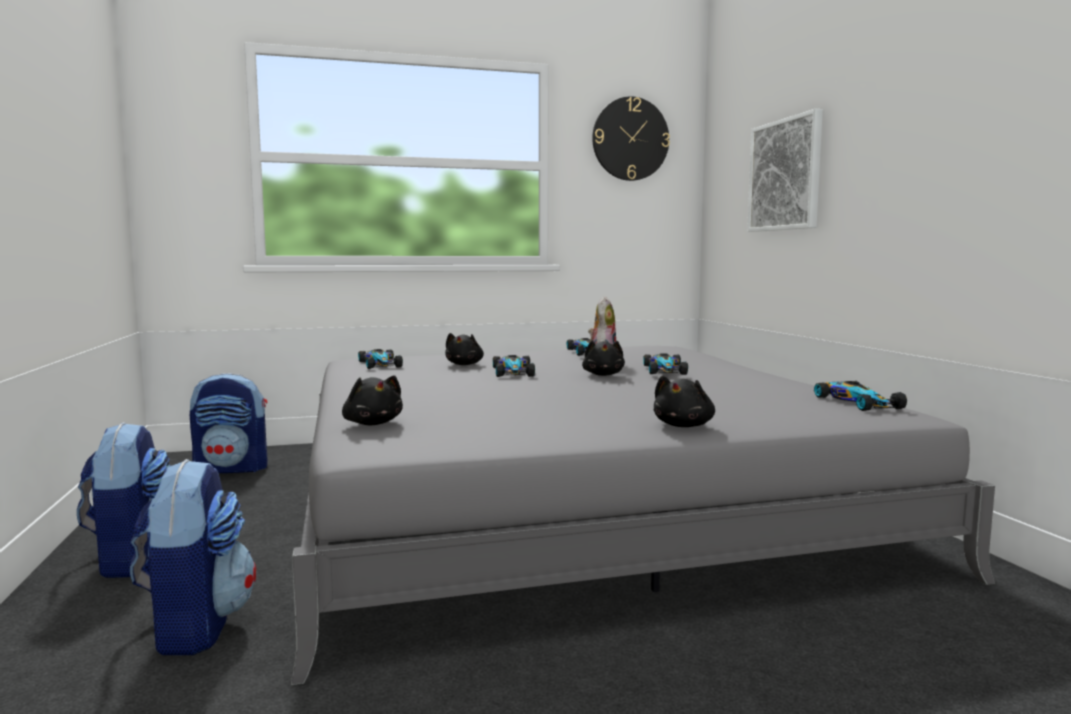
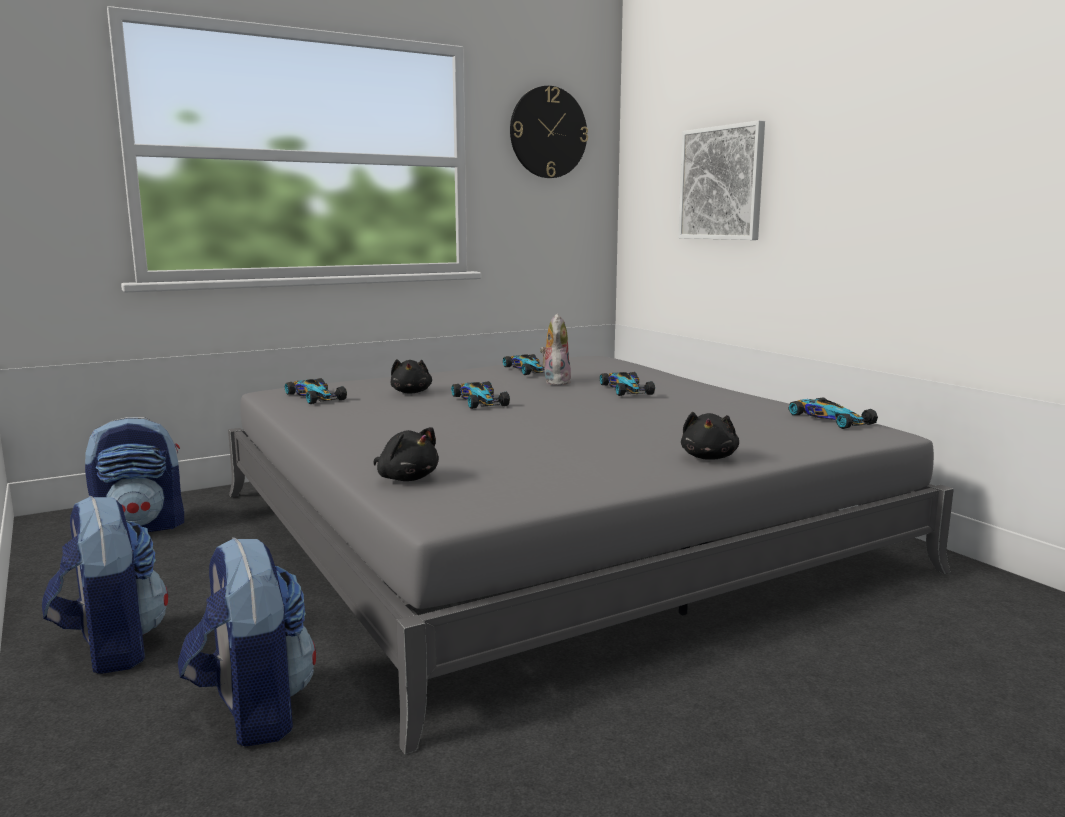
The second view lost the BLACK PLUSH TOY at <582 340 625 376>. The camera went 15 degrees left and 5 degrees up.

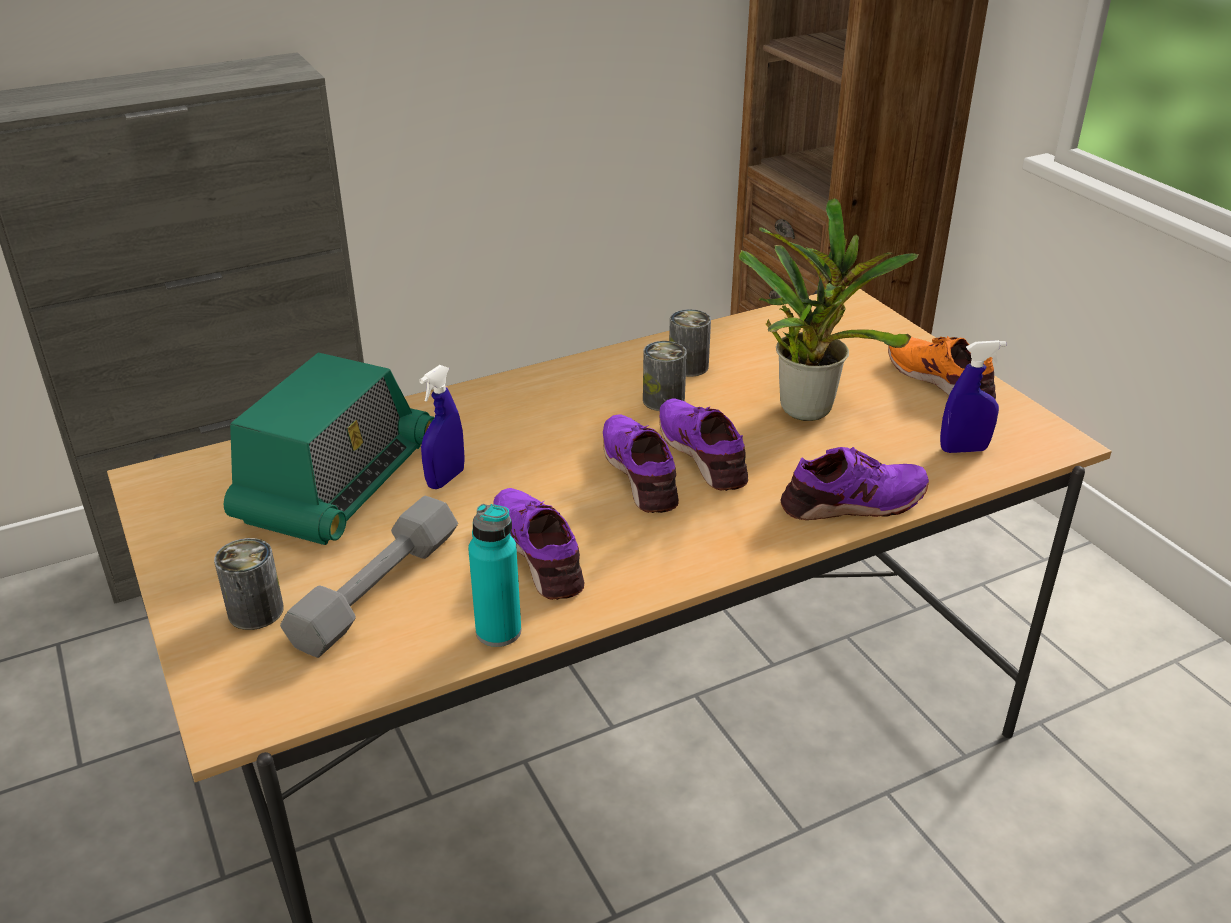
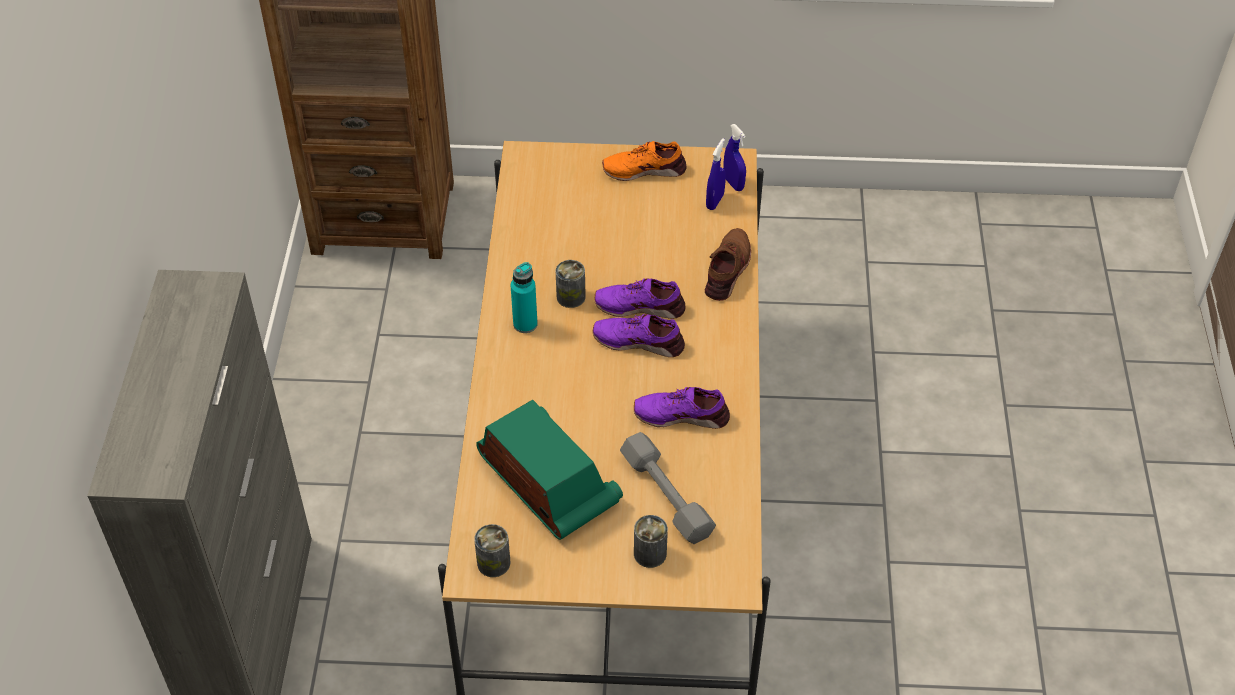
The second view lost the POTTED PLANT at <739 198 919 421>. The CAN ended up elsewhere, having gone from <669 309 711 377> to <474 524 510 577>. The BLUE SPRAY BOTTLE ended up elsewhere, having gone from <419 365 465 489> to <723 124 746 191>. What was the PURPLE SHOE at <780 447 929 520> turned into the BROWN SHOE at <705 228 751 301>. The TURQUOISE BOTTLE ended up elsewhere, having gone from <468 504 521 647> to <510 262 538 333>. The camera went 60 degrees left and 15 degrees up.

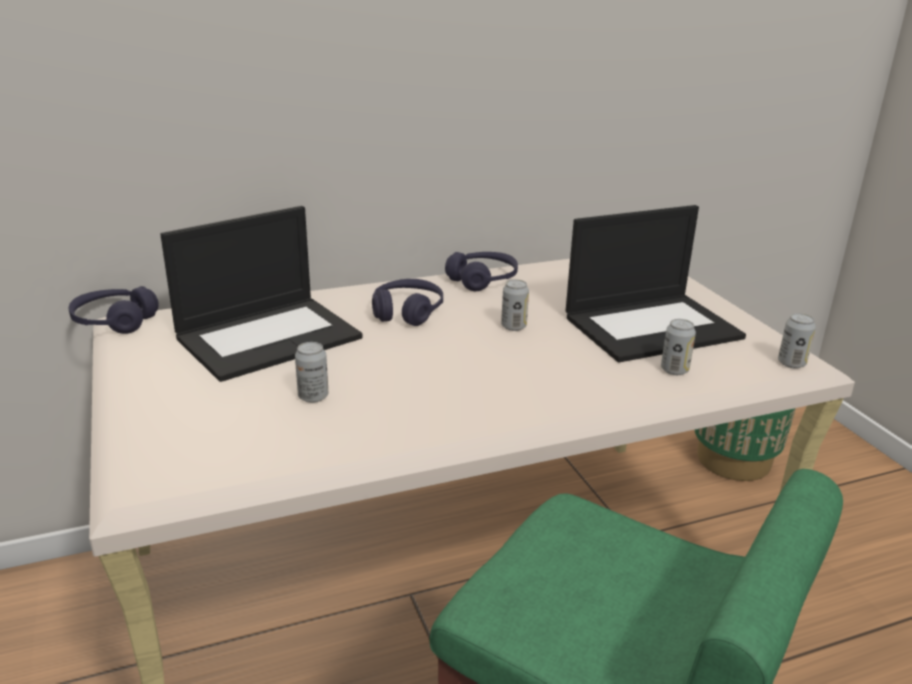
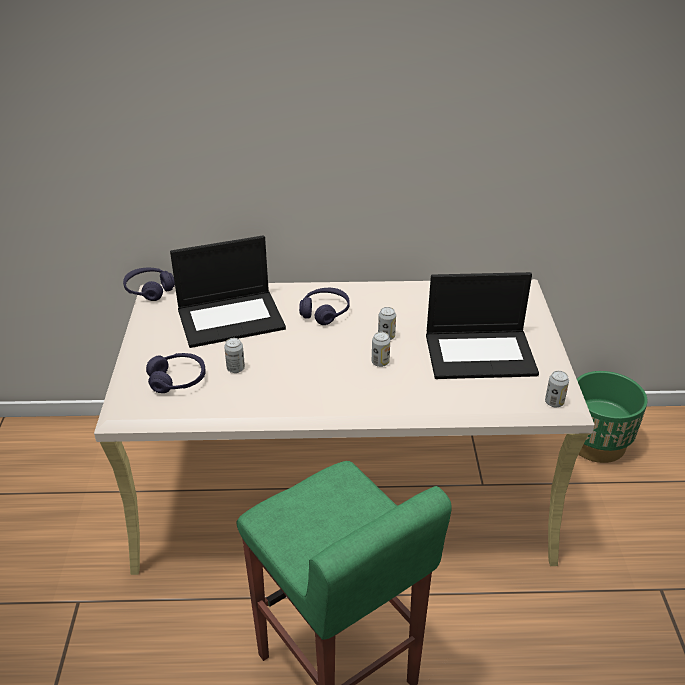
The PURPLE HEADPHONES ended up elsewhere, having gone from <445 252 518 291> to <146 353 206 393>. The CAN ended up elsewhere, having gone from <661 319 696 375> to <372 332 390 367>. The camera went 20 degrees right and 10 degrees up.

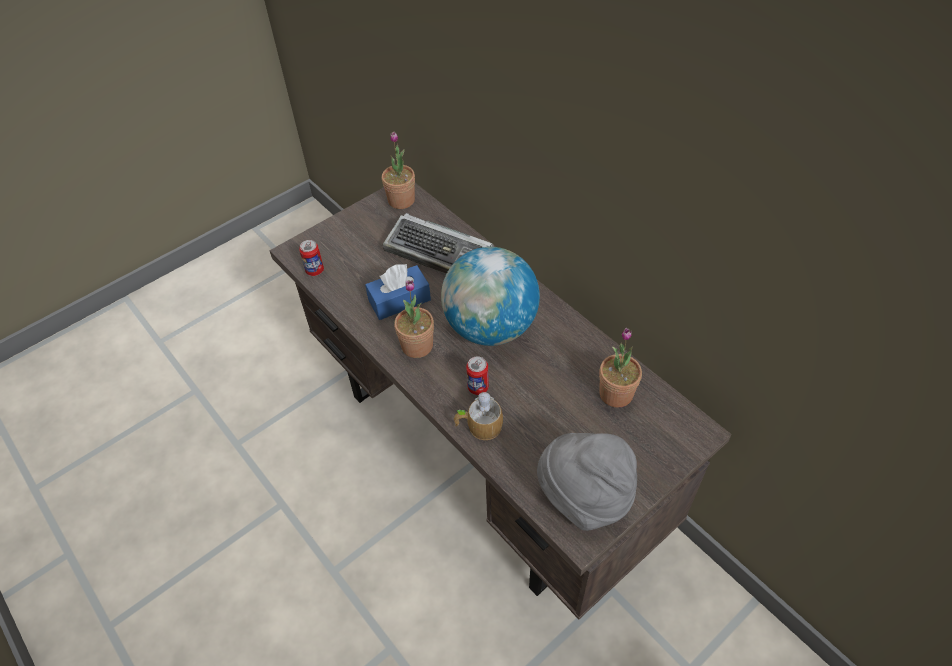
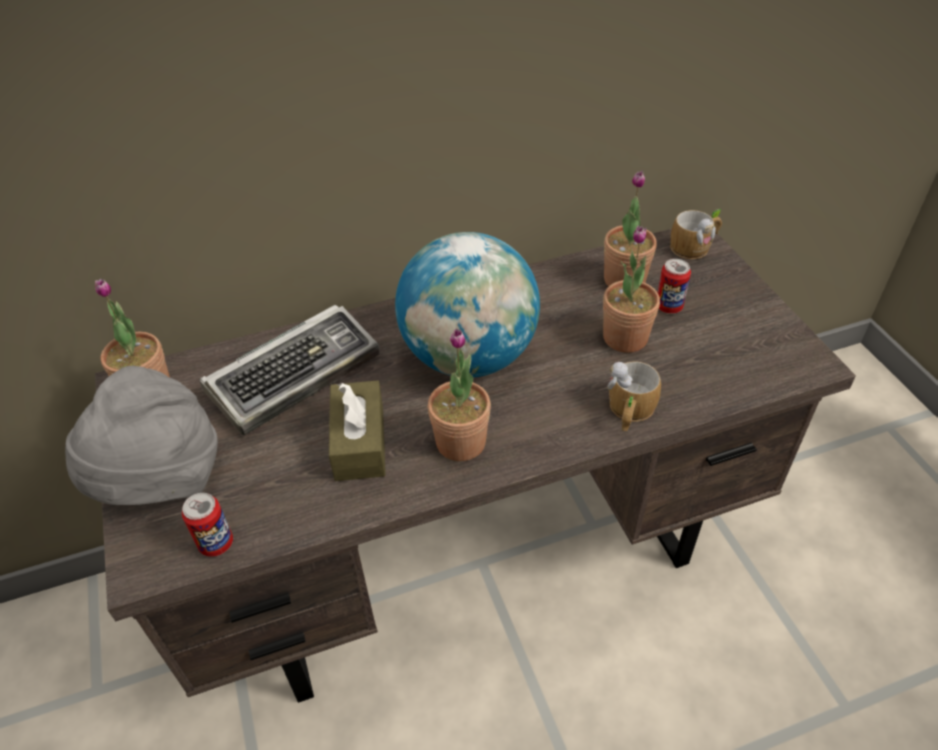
What was the BLUE TISSUE BOX at <365 264 431 320> turned into the BROWN TISSUE BOX at <329 380 386 481>. The CAN ended up elsewhere, having gone from <466 356 489 395> to <657 259 691 314>. The GREY HAT ended up elsewhere, having gone from <537 433 637 531> to <65 366 218 505>. The second view gained the MUG at <670 209 722 259>. The second view gained the POTTED PLANT at <603 225 660 353>. The camera went 70 degrees left and 5 degrees down.

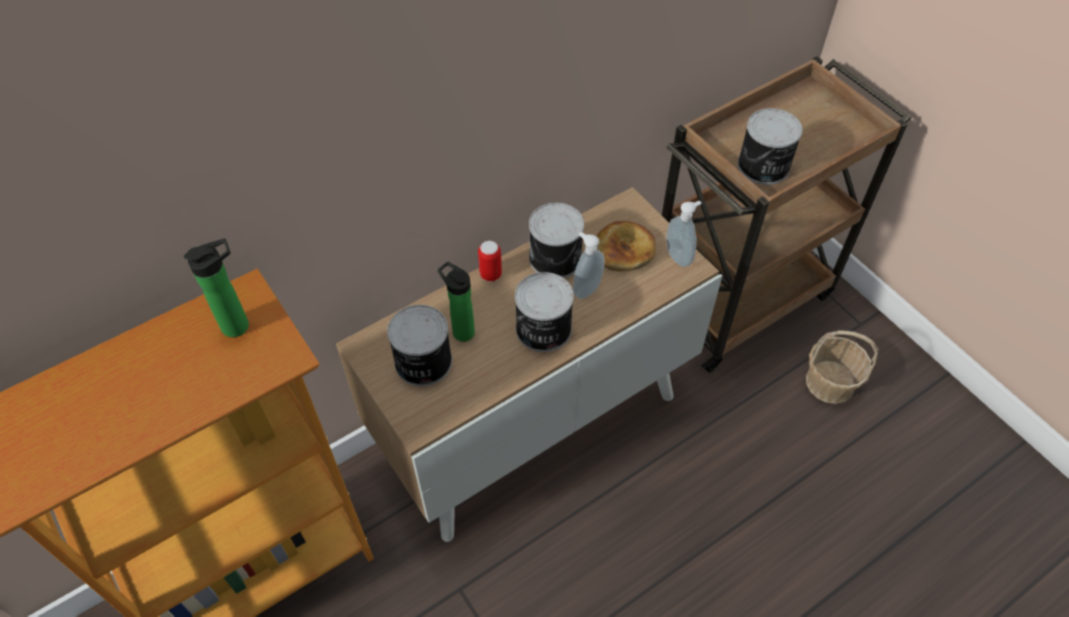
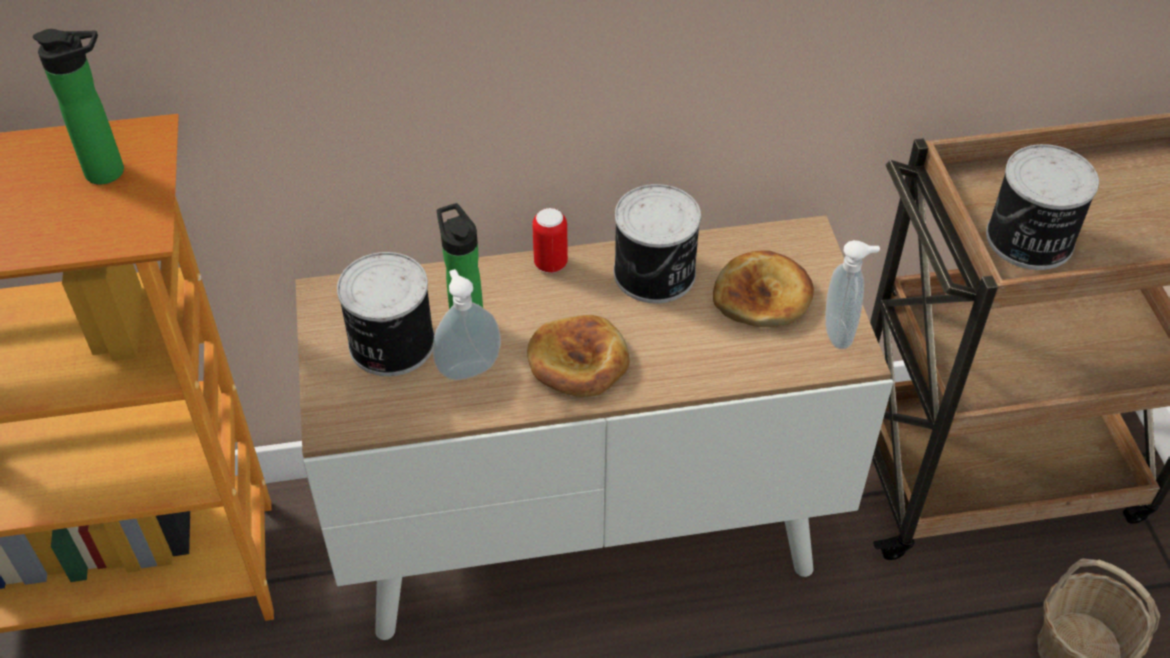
The SOAP DISPENSER ended up elsewhere, having gone from <573 232 605 299> to <433 269 501 380>. Where the CAN stood at <515 272 574 352>, the BREAD came to stand at <527 315 630 397>. The camera went 25 degrees right and 5 degrees down.

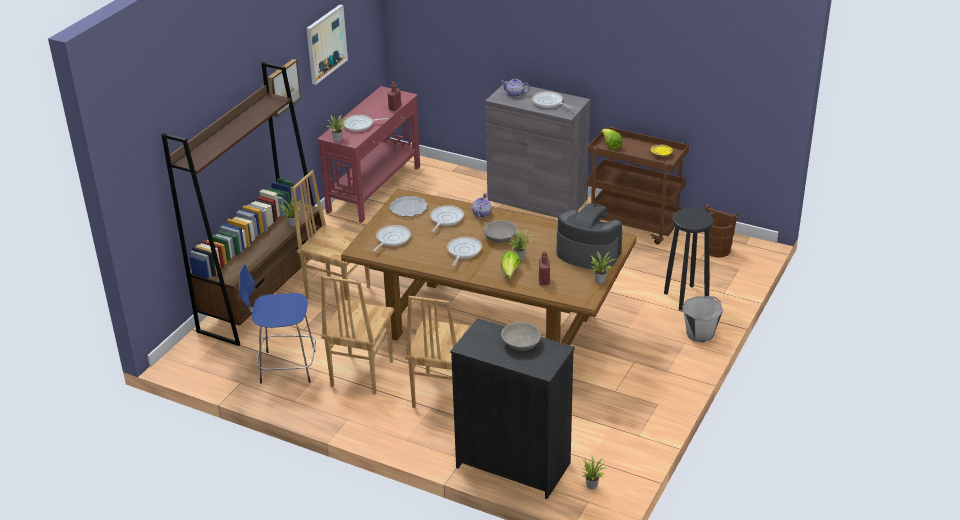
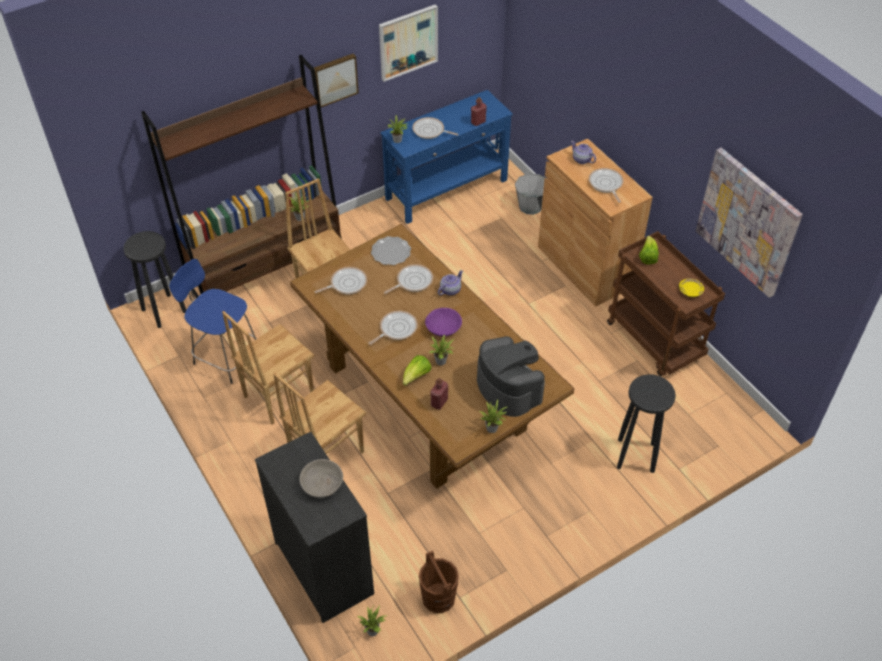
What was the GREY CABINET at <485 81 591 218> turned into the BROWN CABINET at <538 139 653 307>. What was the RED CONSOLE TABLE at <317 86 420 223> turned into the BLUE CONSOLE TABLE at <380 90 513 224>. The BROWN BUCKET ended up elsewhere, having gone from <705 204 738 258> to <419 551 459 613>. What was the GREY BOWL at <484 220 518 243> turned into the PURPLE BOWL at <425 308 462 337>. The GREY BUCKET ended up elsewhere, having gone from <682 296 723 343> to <515 173 547 215>. The second view gained the PICTURE at <696 148 803 298>. The second view gained the BLACK STOOL at <124 231 186 328>. The camera went 30 degrees right and 15 degrees up.

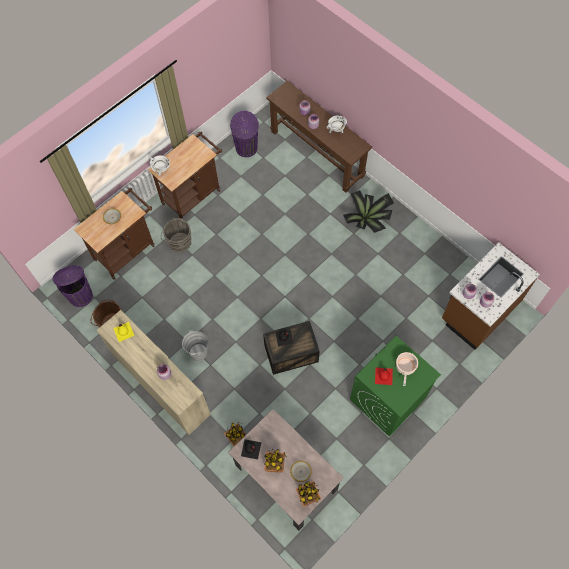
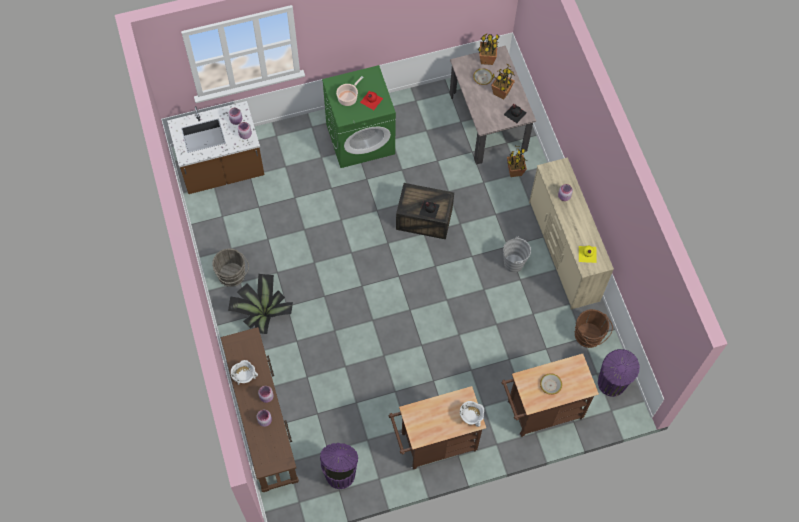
The GREY BUCKET ended up elsewhere, having gone from <161 218 192 252> to <212 248 249 287>. The camera went 155 degrees left and 0 degrees up.

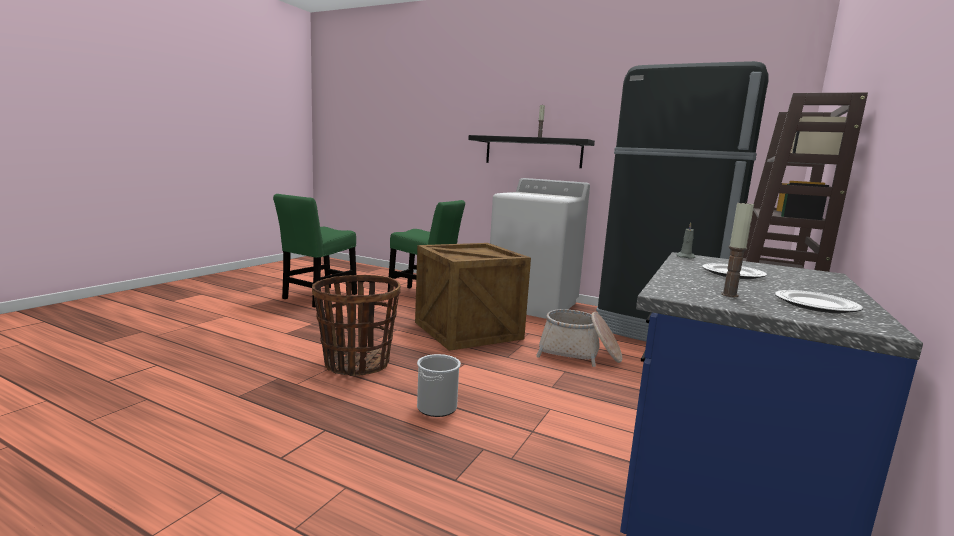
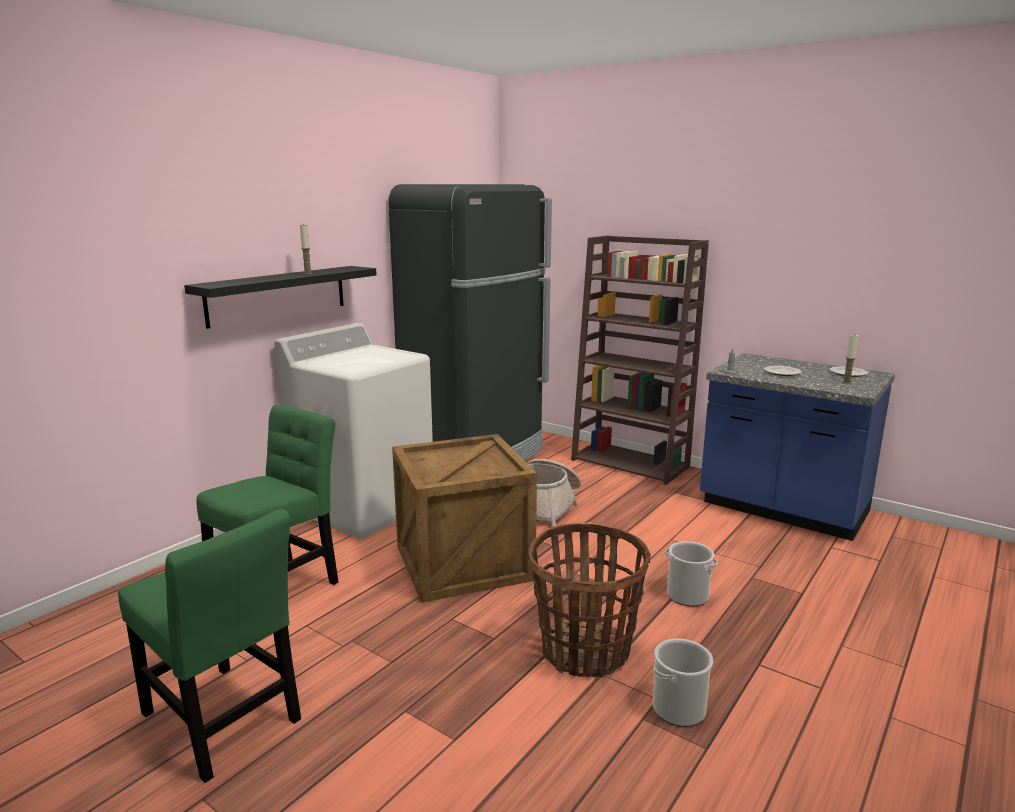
The second view gained the BUCKET at <653 639 713 727>. The camera went 80 degrees left and 5 degrees up.

